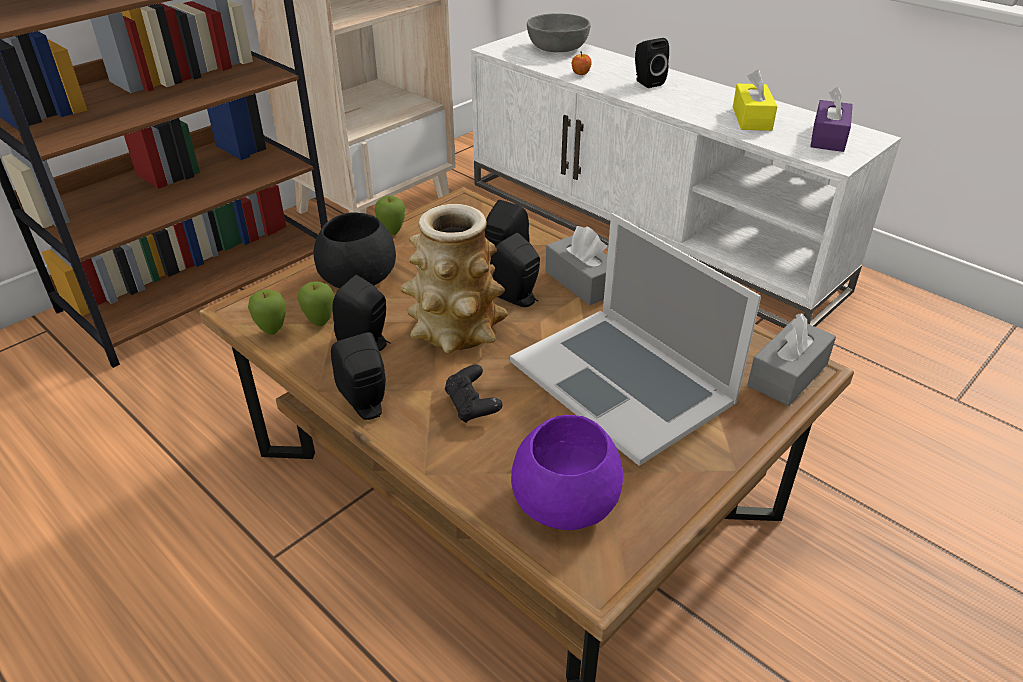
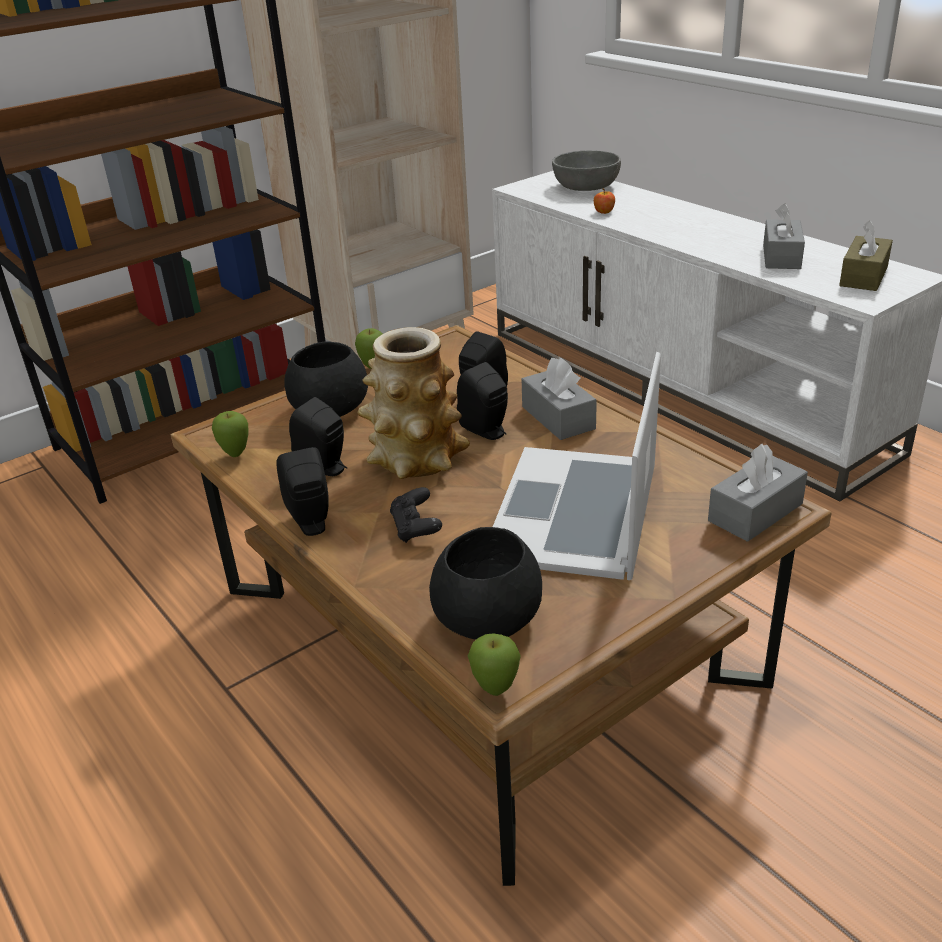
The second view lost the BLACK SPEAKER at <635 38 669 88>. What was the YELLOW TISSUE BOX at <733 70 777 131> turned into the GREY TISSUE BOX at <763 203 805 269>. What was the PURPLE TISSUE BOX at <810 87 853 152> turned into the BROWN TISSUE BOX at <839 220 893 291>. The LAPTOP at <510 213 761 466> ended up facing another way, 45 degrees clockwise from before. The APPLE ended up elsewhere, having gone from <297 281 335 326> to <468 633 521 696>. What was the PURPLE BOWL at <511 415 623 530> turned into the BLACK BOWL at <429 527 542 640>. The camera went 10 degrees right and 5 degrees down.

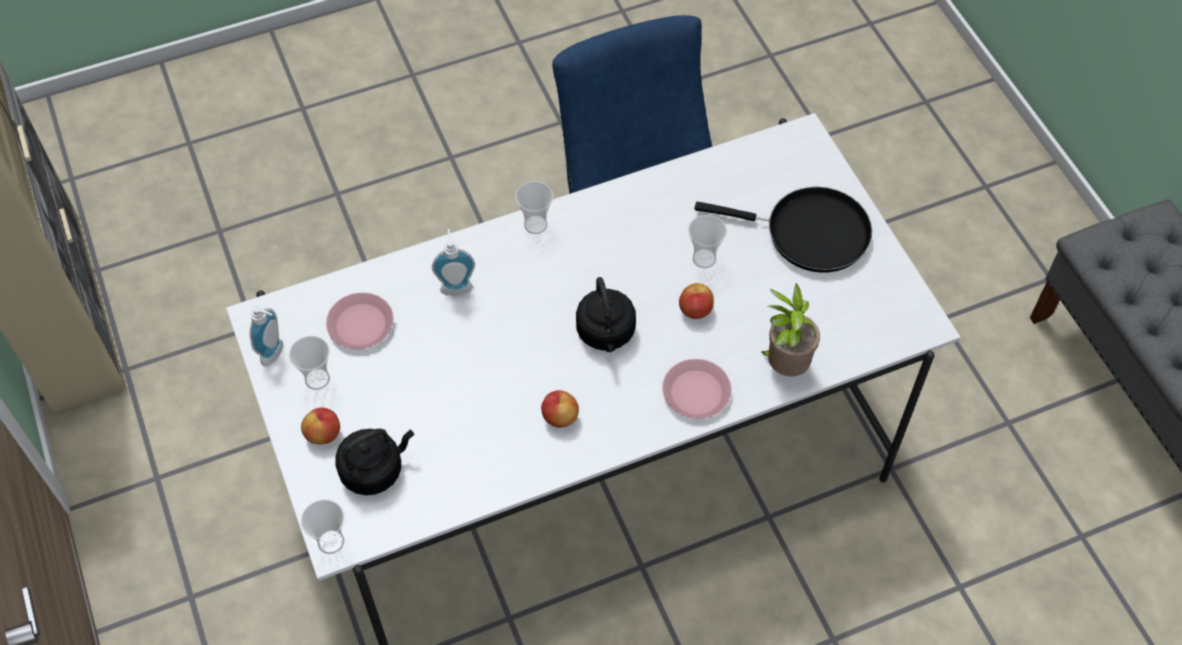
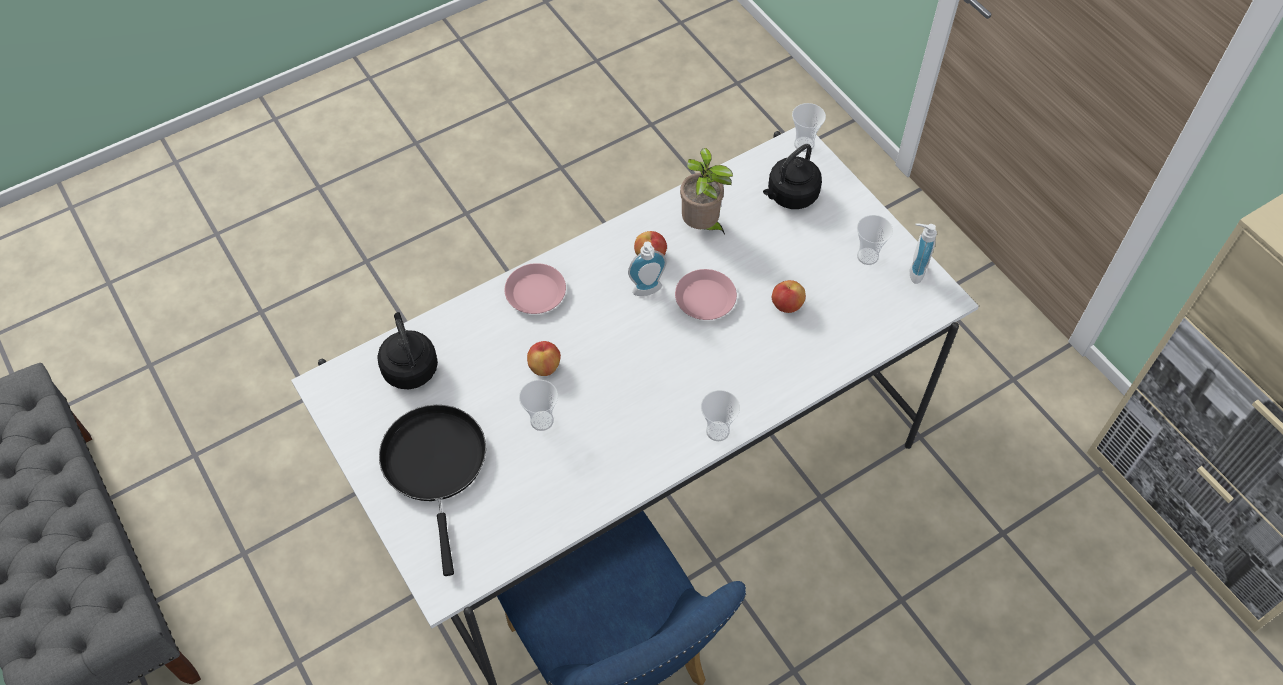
The BLACK FRYING PAN at <694 187 872 273> ended up facing another way, 75 degrees clockwise from before. The SOAP DISPENSER ended up elsewhere, having gone from <432 229 475 296> to <628 241 667 296>. The BLACK KETTLE ended up elsewhere, having gone from <576 277 636 352> to <377 312 438 389>. The POTTED PLANT ended up elsewhere, having gone from <761 284 820 377> to <680 148 733 234>. The PINK PLATE ended up elsewhere, having gone from <326 293 393 349> to <675 269 737 320>. The APPLE ended up elsewhere, having gone from <301 407 340 444> to <772 280 806 313>. The camera went 170 degrees right and 0 degrees up.

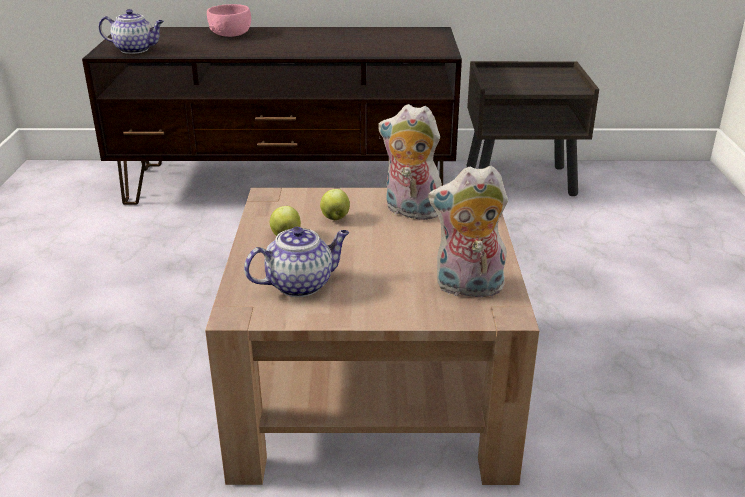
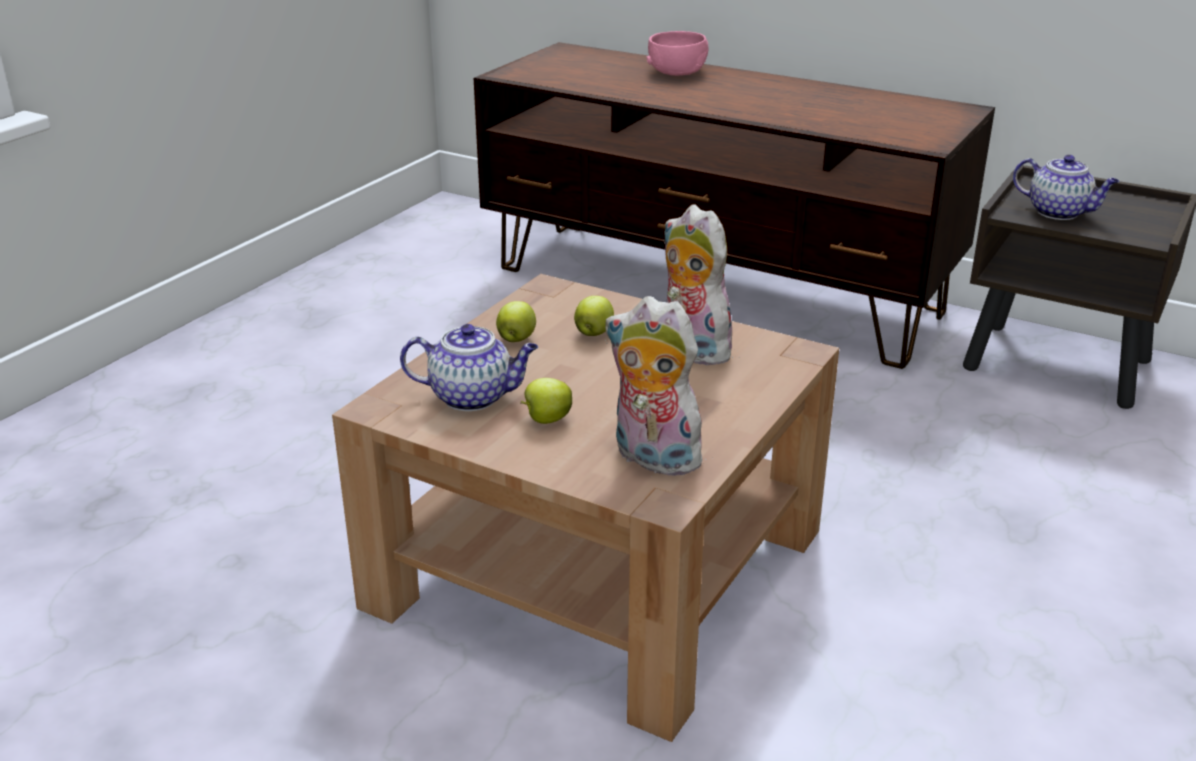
The TEAPOT ended up elsewhere, having gone from <99 9 164 54> to <1013 155 1119 220>. The second view gained the APPLE at <520 378 572 424>. The camera went 30 degrees right and 0 degrees up.

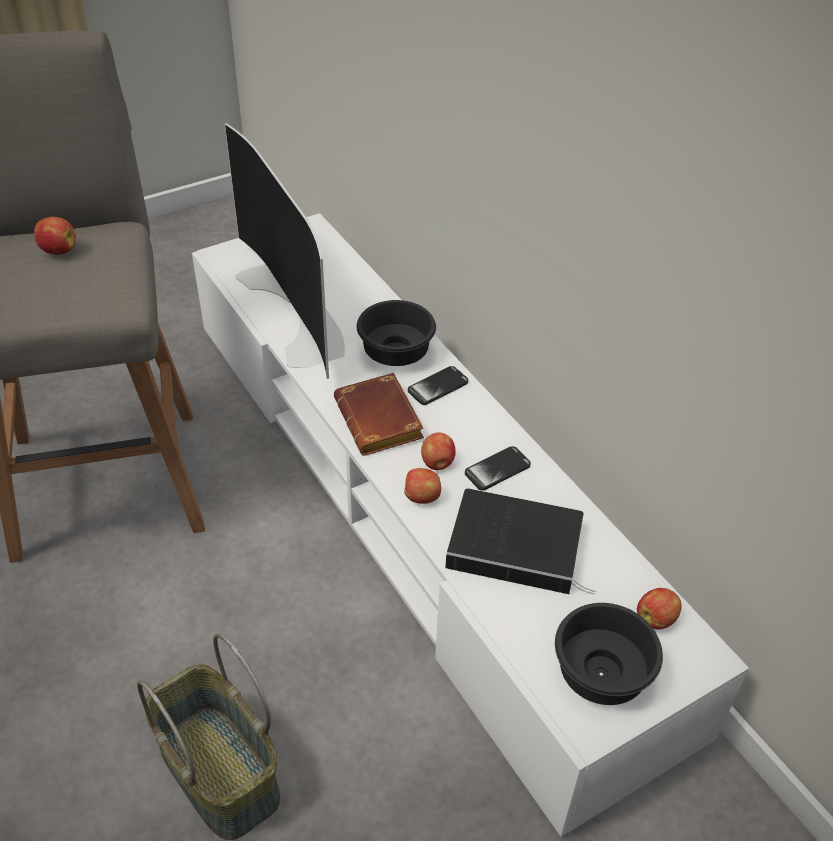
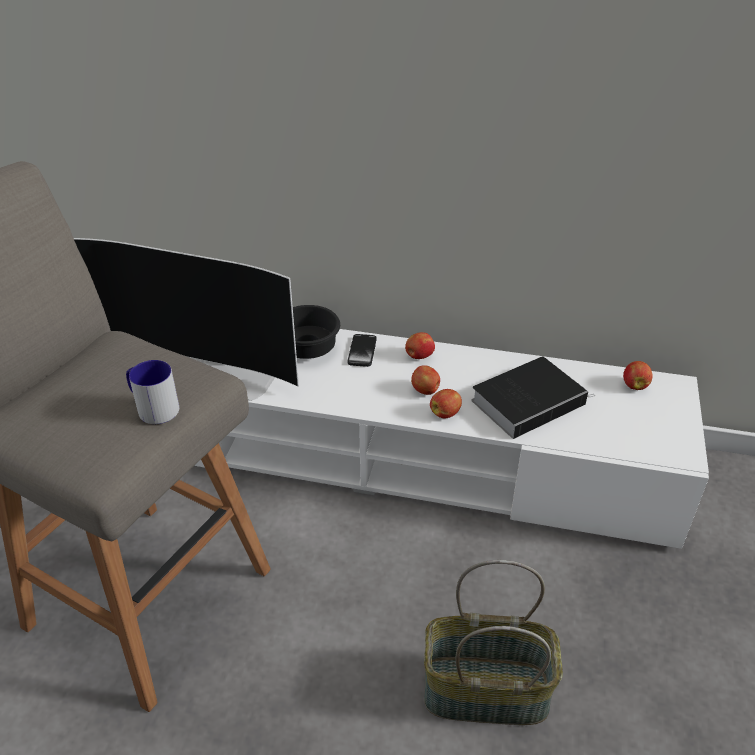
The APPLE ended up elsewhere, having gone from <34 217 76 255> to <405 332 435 359>. The second view lost the BROWN BOOK at <334 373 424 456>. The second view lost the PHONE at <465 446 531 491>. The second view lost the BLACK BOWL at <555 603 663 705>. The second view gained the MUG at <126 360 179 424>. The camera went 45 degrees left and 5 degrees down.

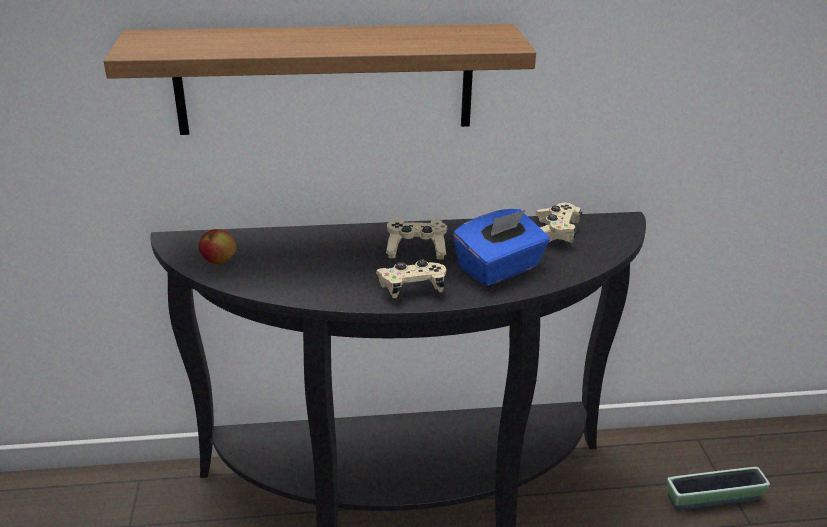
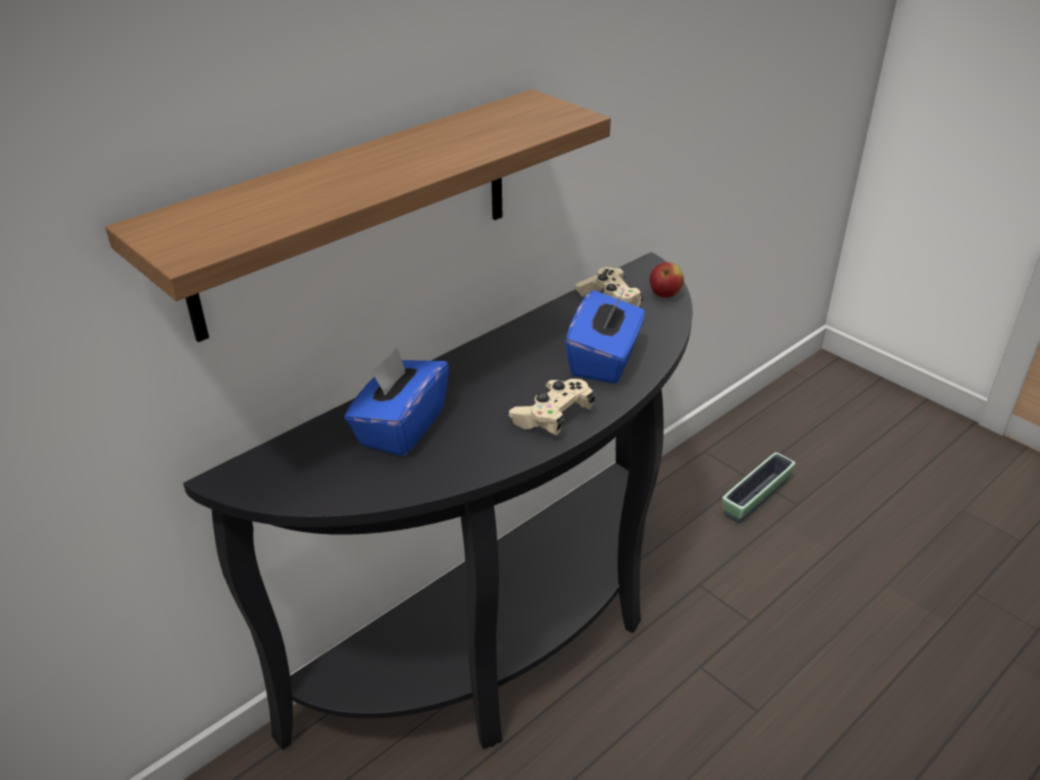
The second view lost the BEIGE GAME CONTROLLER at <386 219 447 260>. The APPLE ended up elsewhere, having gone from <198 229 236 264> to <650 262 684 298>. The second view gained the BLUE TISSUE BOX at <344 347 449 456>. The camera went 35 degrees left and 5 degrees up.

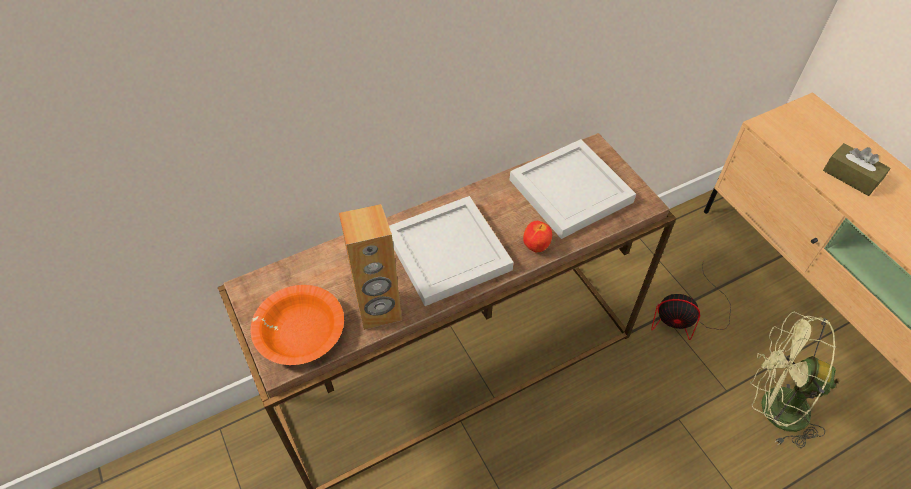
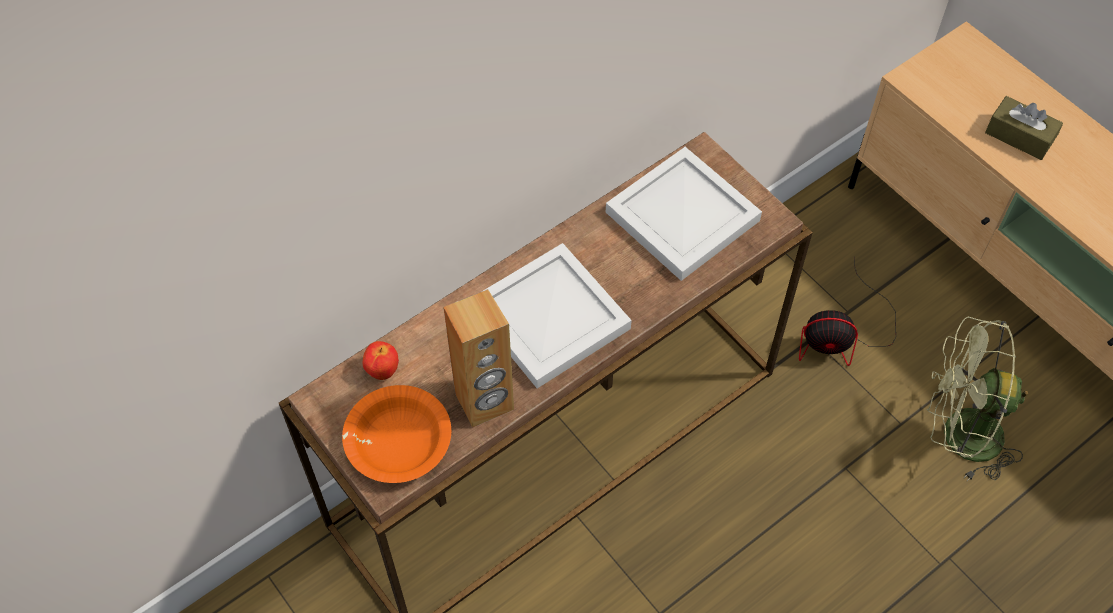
The APPLE ended up elsewhere, having gone from <523 221 552 252> to <363 341 399 380>. The camera went 10 degrees left and 5 degrees up.

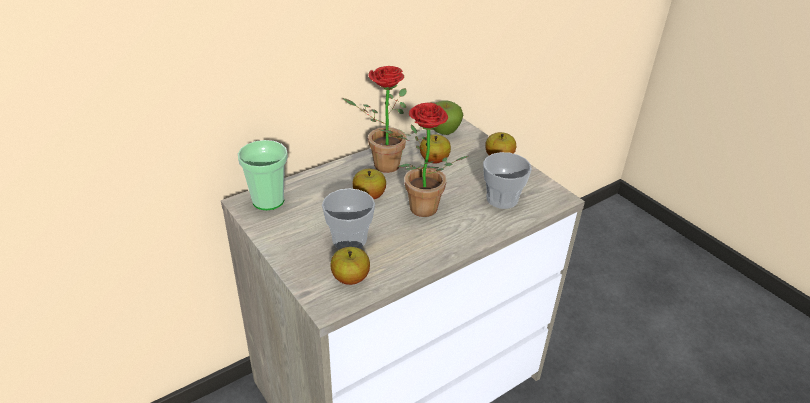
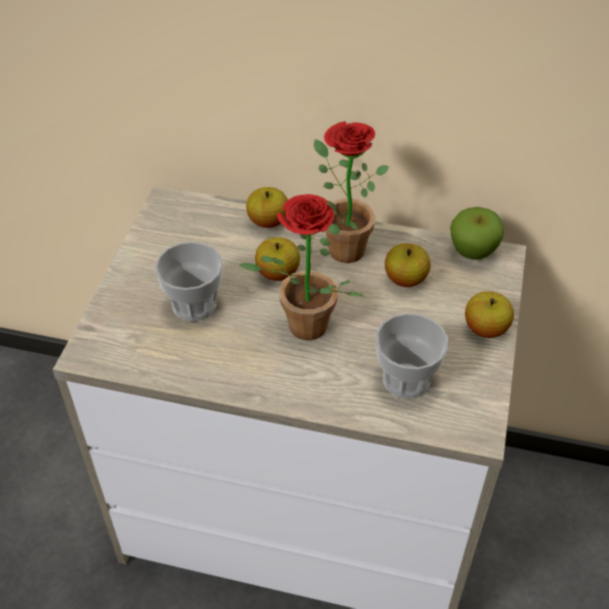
The second view lost the CUP at <238 140 288 210>. The APPLE ended up elsewhere, having gone from <330 247 370 285> to <246 187 288 228>. The camera went 50 degrees right and 10 degrees up.

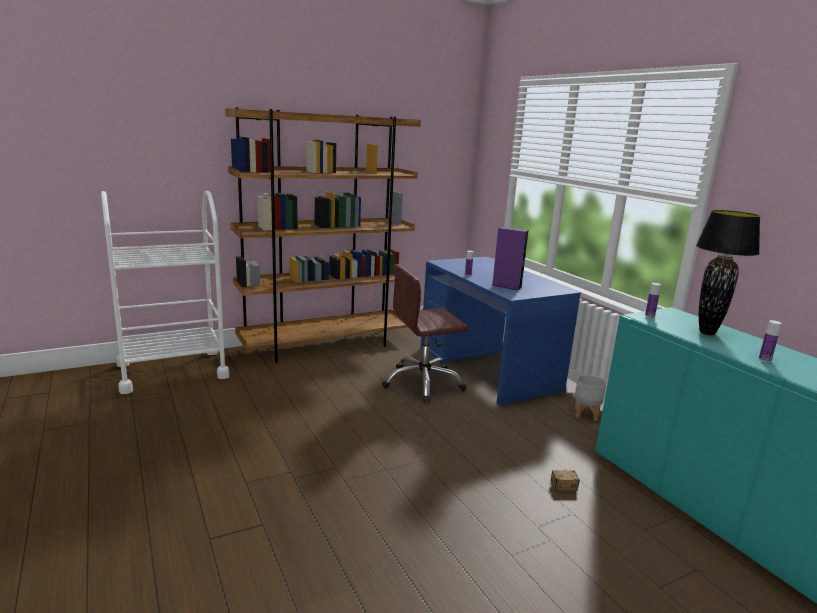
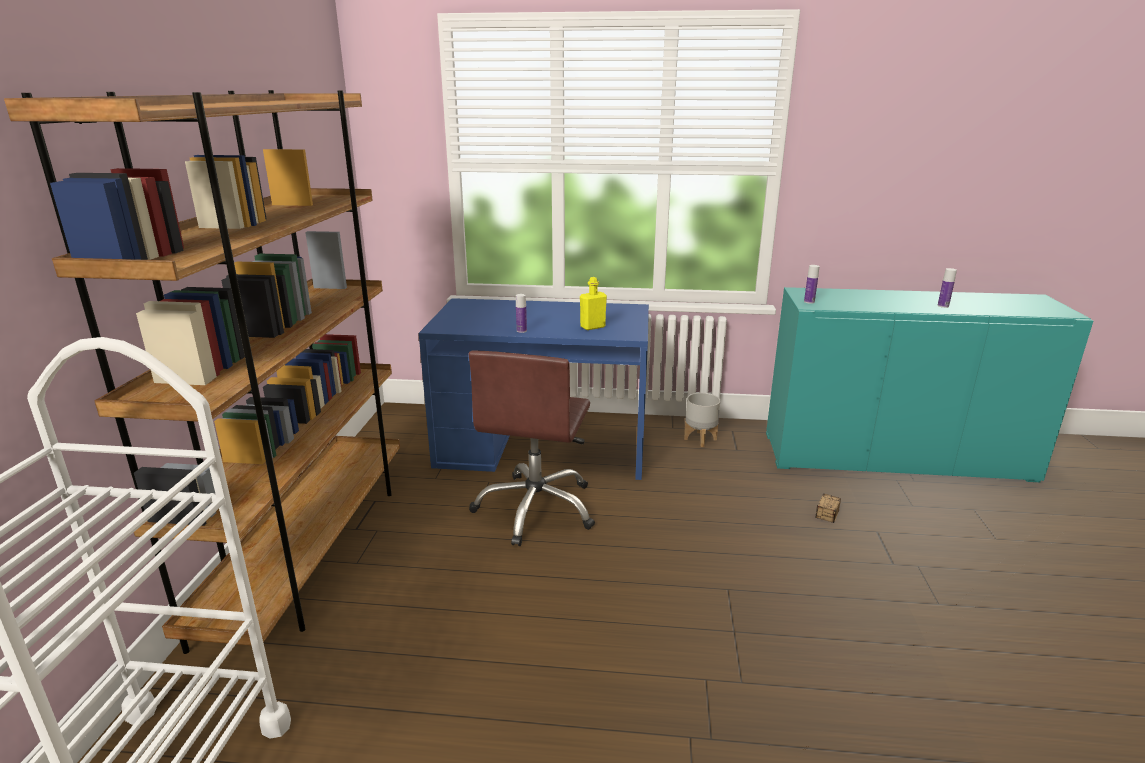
The second view lost the BLACK TABLE LAMP at <696 210 760 335>. Where the PURPLE SPEAKER stood at <492 227 528 290>, the YELLOW BOTTLE came to stand at <580 277 607 330>. The camera went 55 degrees left and 5 degrees up.

